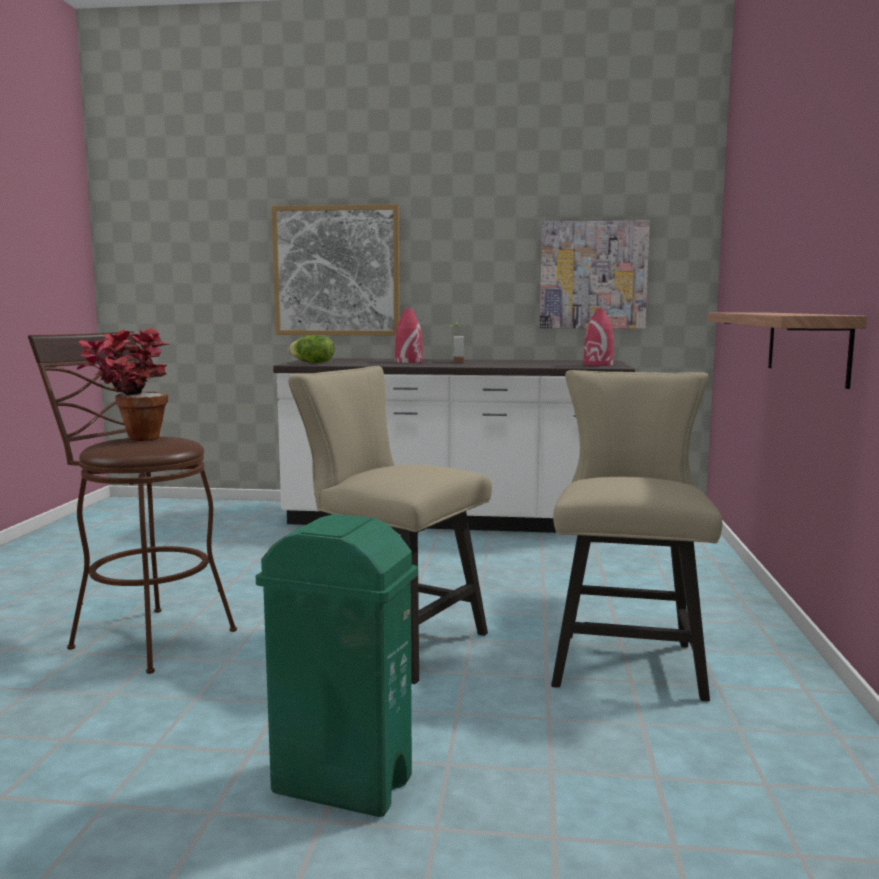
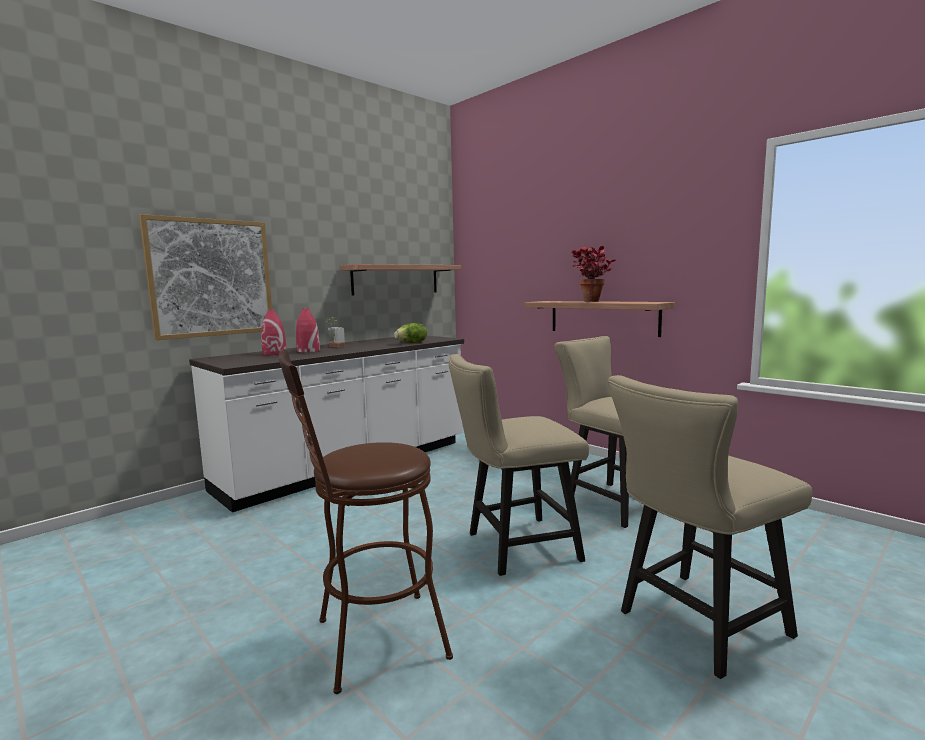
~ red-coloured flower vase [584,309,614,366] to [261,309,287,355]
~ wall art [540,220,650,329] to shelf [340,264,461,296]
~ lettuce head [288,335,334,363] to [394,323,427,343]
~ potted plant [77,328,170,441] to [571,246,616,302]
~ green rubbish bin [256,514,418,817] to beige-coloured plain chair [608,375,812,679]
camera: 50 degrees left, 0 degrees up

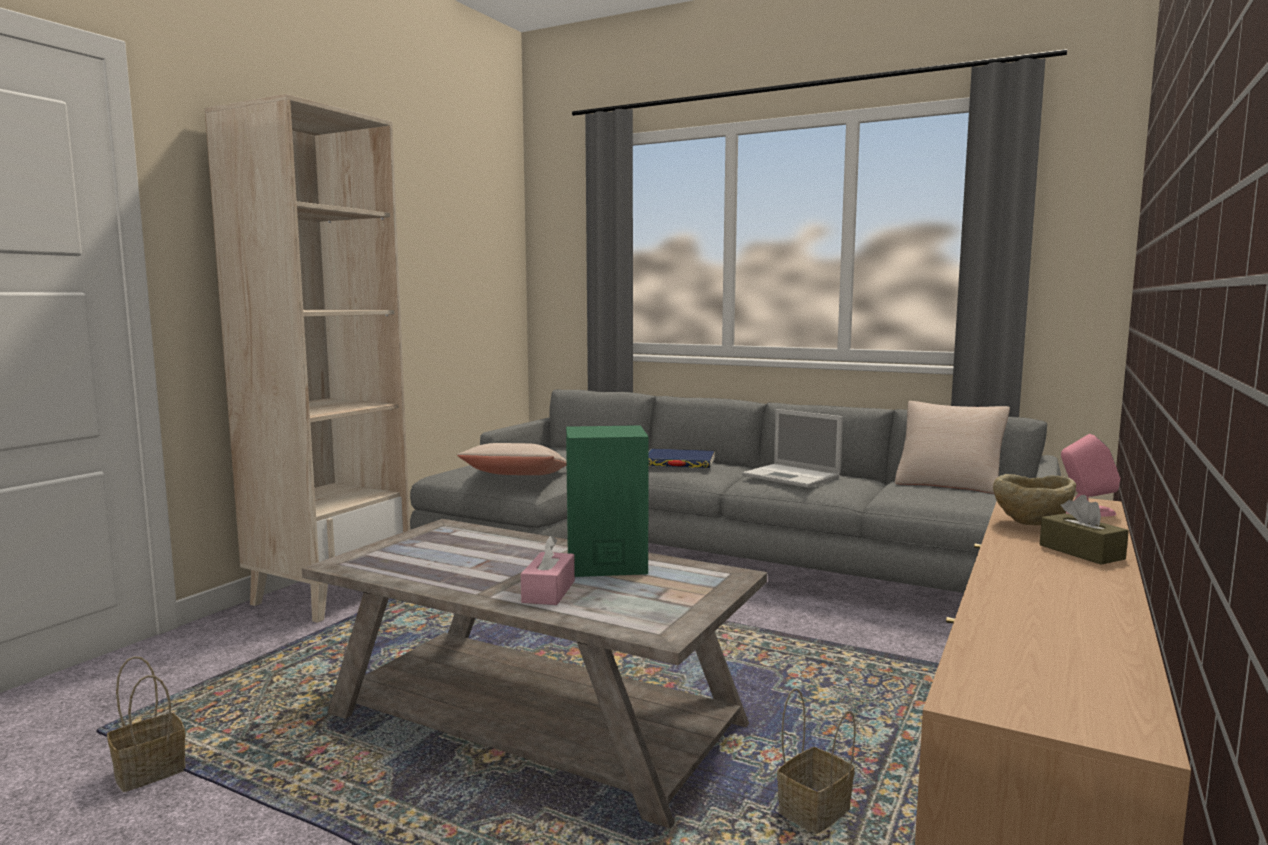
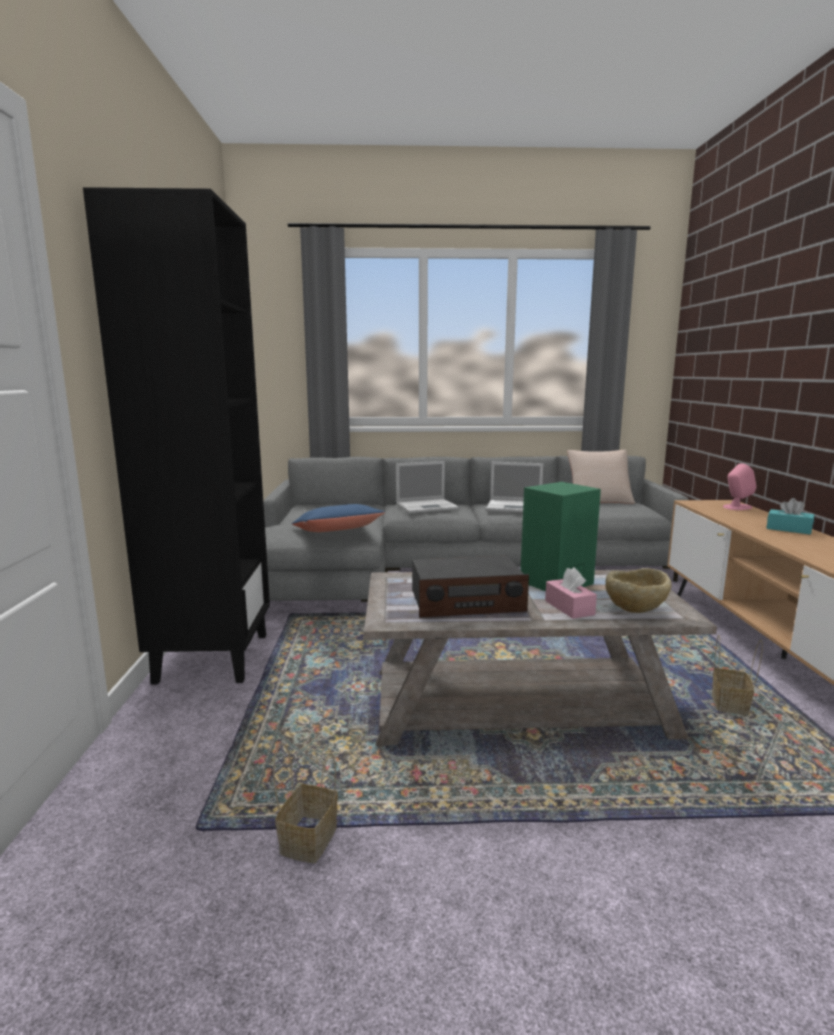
~ beige-coloured bookshelf [205,94,410,623] to black-coloured bookshelf [83,187,270,685]
~ beige-coloured cushion [457,443,567,475] to blue cushion [292,504,385,532]
~ blue volume [649,448,715,468] to laptop [396,461,459,513]
+ radio receiver [412,556,529,618]
~ beige-coloured deep dish [993,474,1076,525] to [605,568,671,613]
~ brown tissue holder [1040,495,1129,565] to turquoise-coloured tissue holder [766,498,814,535]
camera: 30 degrees left, 5 degrees up

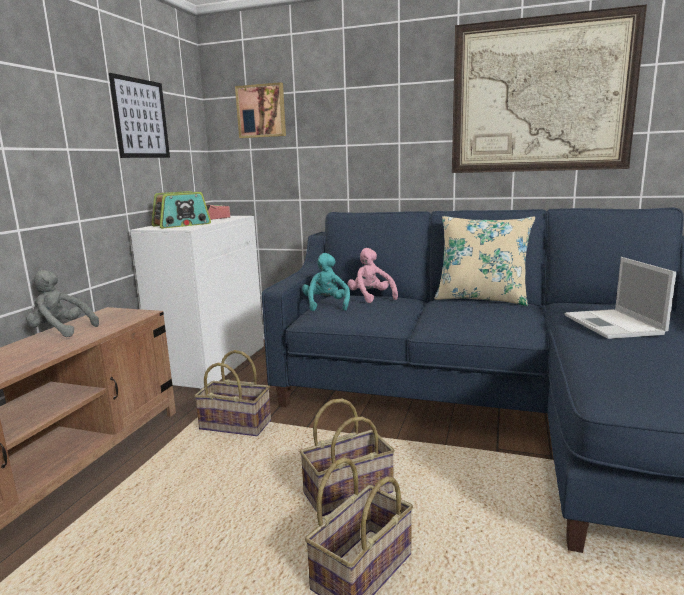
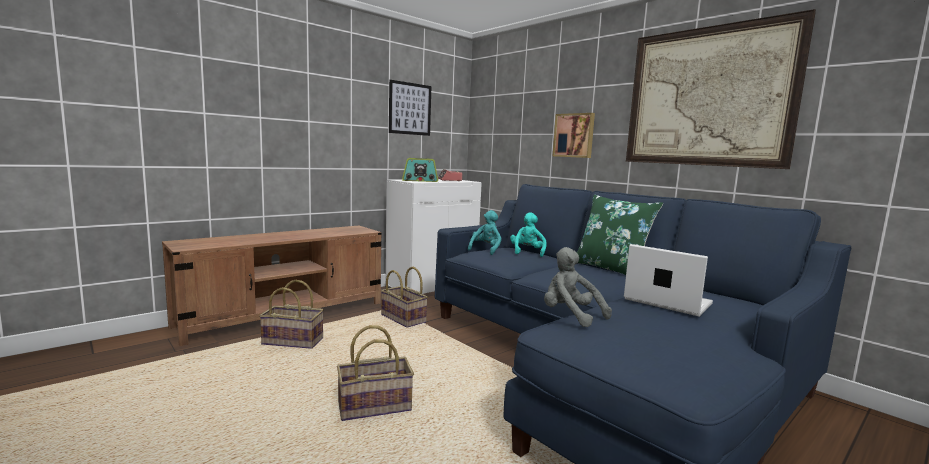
~ household basket [300,398,395,516] to [259,280,324,349]
~ pink plush toy [348,248,398,303] to turquoise-coloured plush toy [510,212,547,257]
~ grey plush toy [26,270,99,337] to [544,247,612,327]
~ wall art [235,82,286,138] to [553,113,595,158]
~ beige-coloured cushion [434,216,535,306] to green cushion [577,195,663,275]
~ laptop [565,257,676,339] = [624,244,713,317] 105 degrees clockwise
camera: 30 degrees right, 5 degrees down

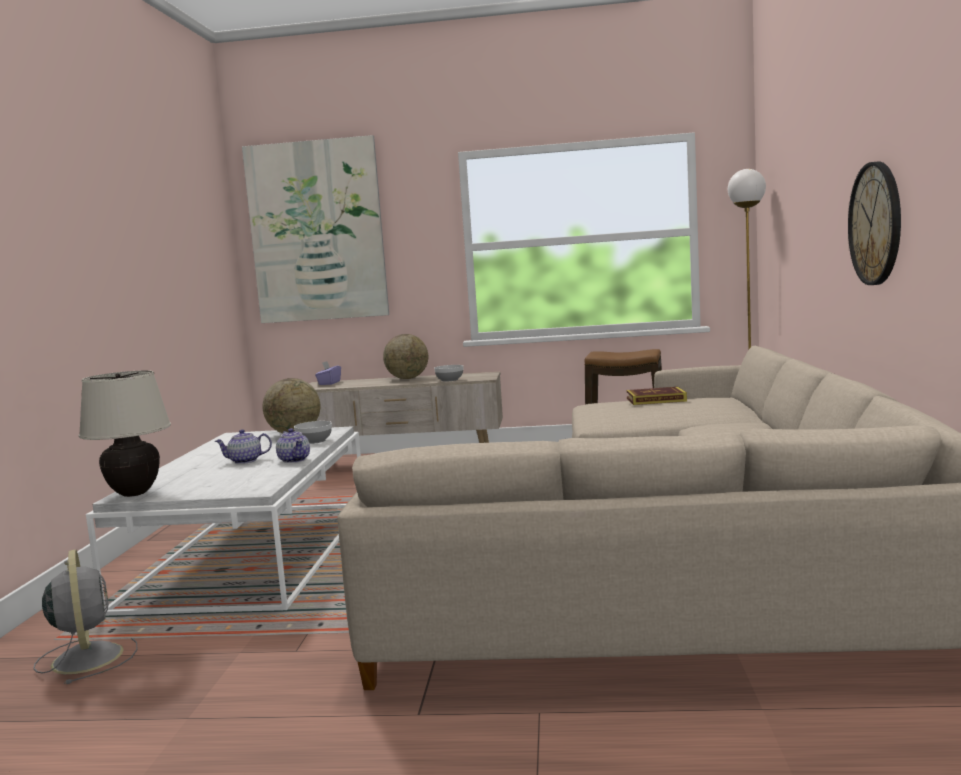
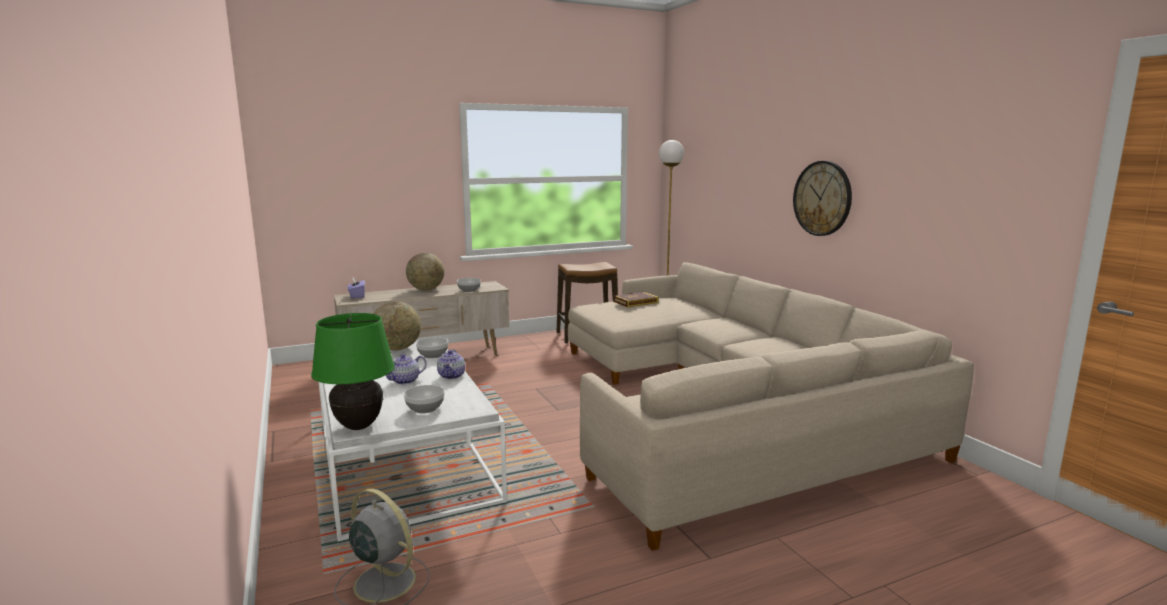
~ beige-coloured lamp for a table [79,370,171,497] to green lamp for a table [311,313,395,430]
+ deep dish [404,385,445,413]
~ pot for tea [276,428,310,463] = [437,349,465,379] 60 degrees clockwise
- wall art [242,135,389,323]
camera: 30 degrees left, 5 degrees up

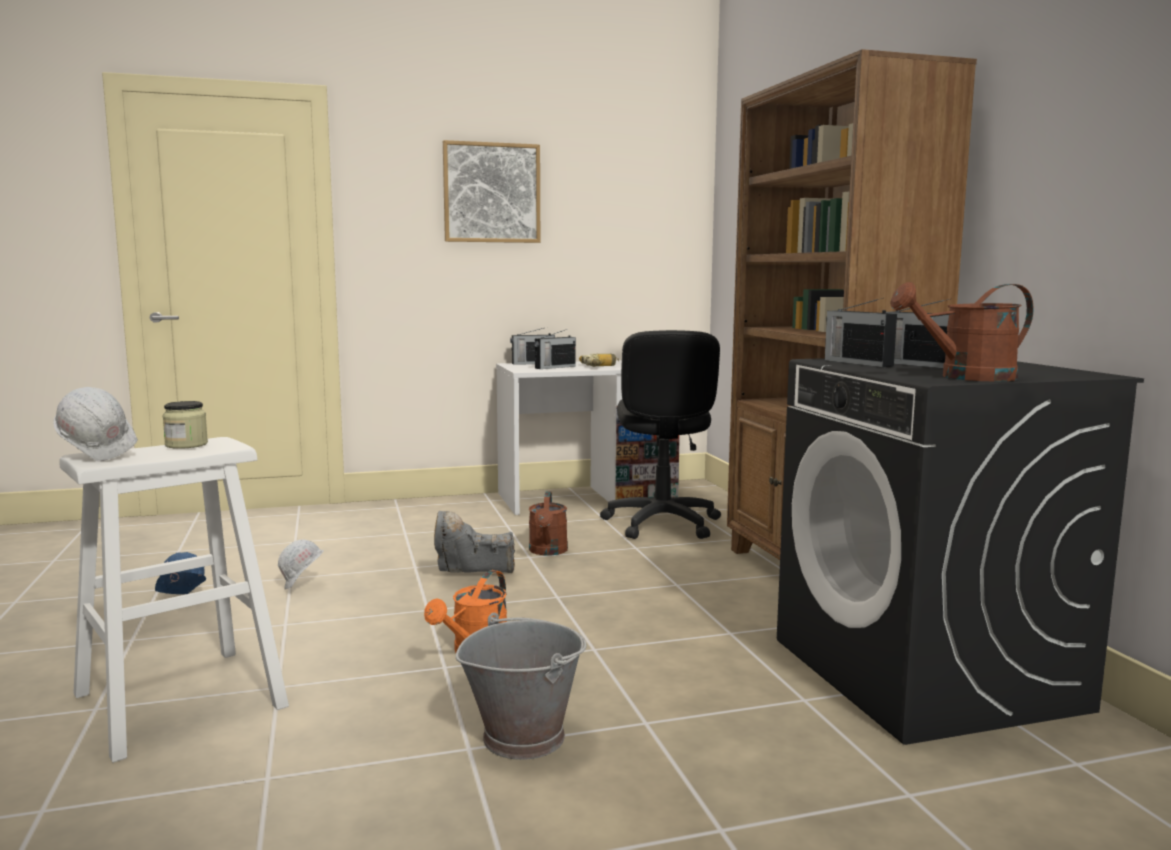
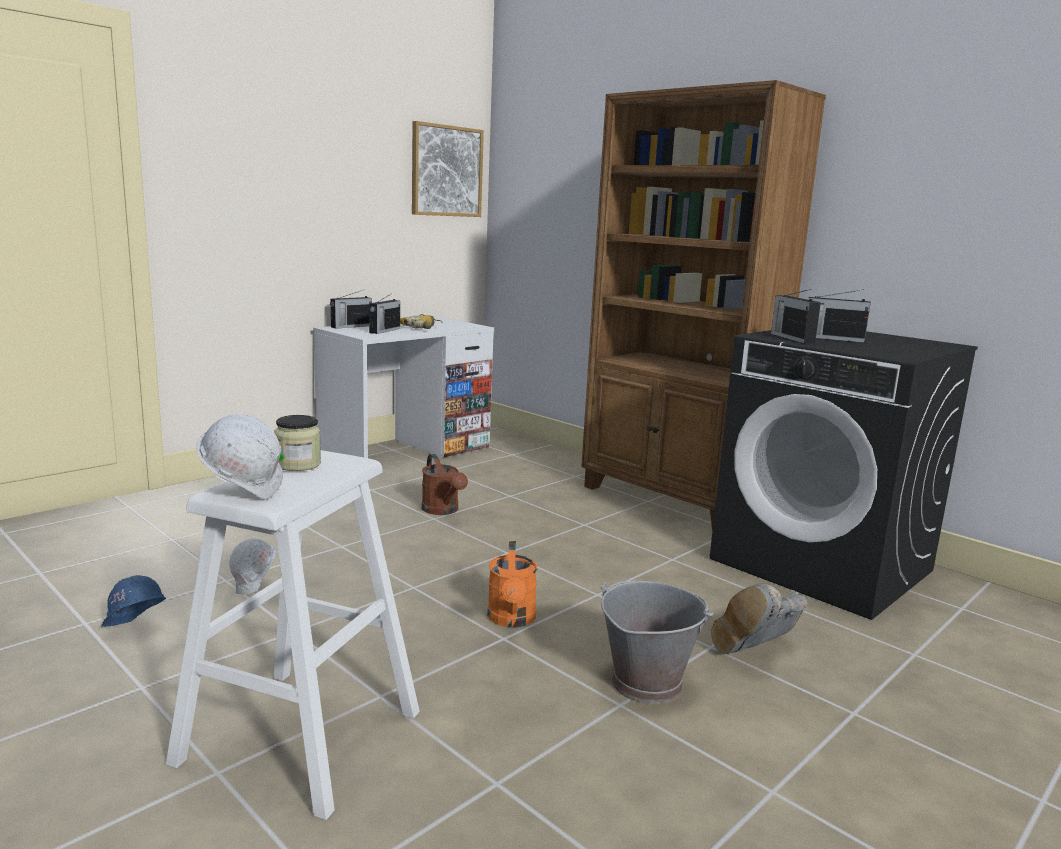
~ wall art [443,140,540,243] to [412,121,484,217]
~ grey tall boot [434,511,515,573] to [711,584,808,654]
~ radio receiver [825,298,897,367] = [771,289,821,343] 45 degrees clockwise
- black-coloured office chair [600,330,721,539]
- brown watering pot [890,282,1034,382]
camera: 30 degrees left, 5 degrees up

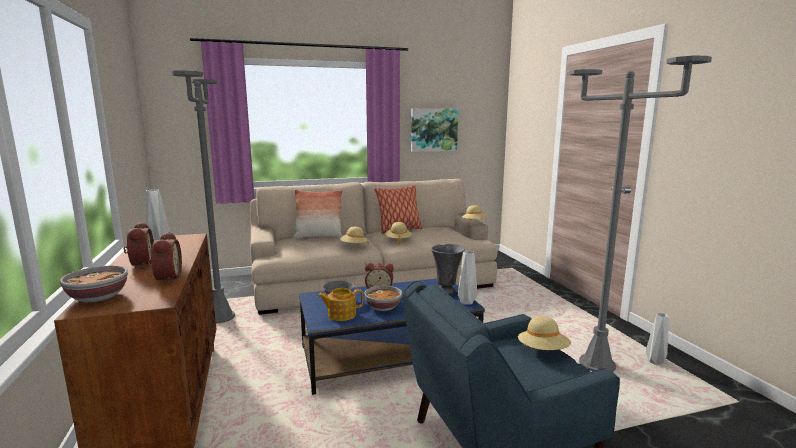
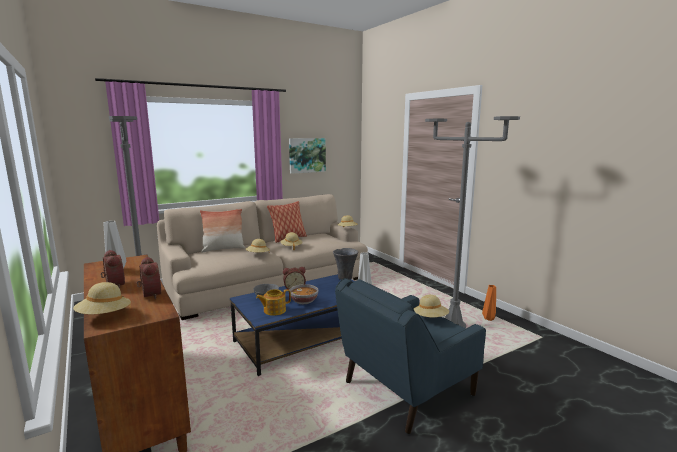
~ deep dish [60,266,128,303] to beige-coloured clothing hat [73,282,131,314]
~ grey flower vase [646,313,669,365] to orange-coloured flower vase [482,285,496,321]
camera: 15 degrees left, 0 degrees up

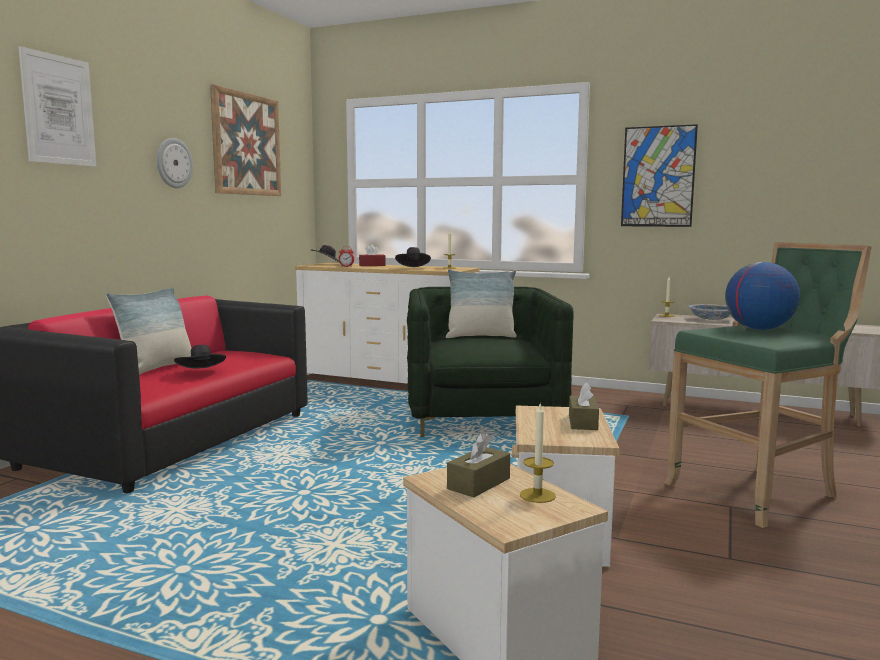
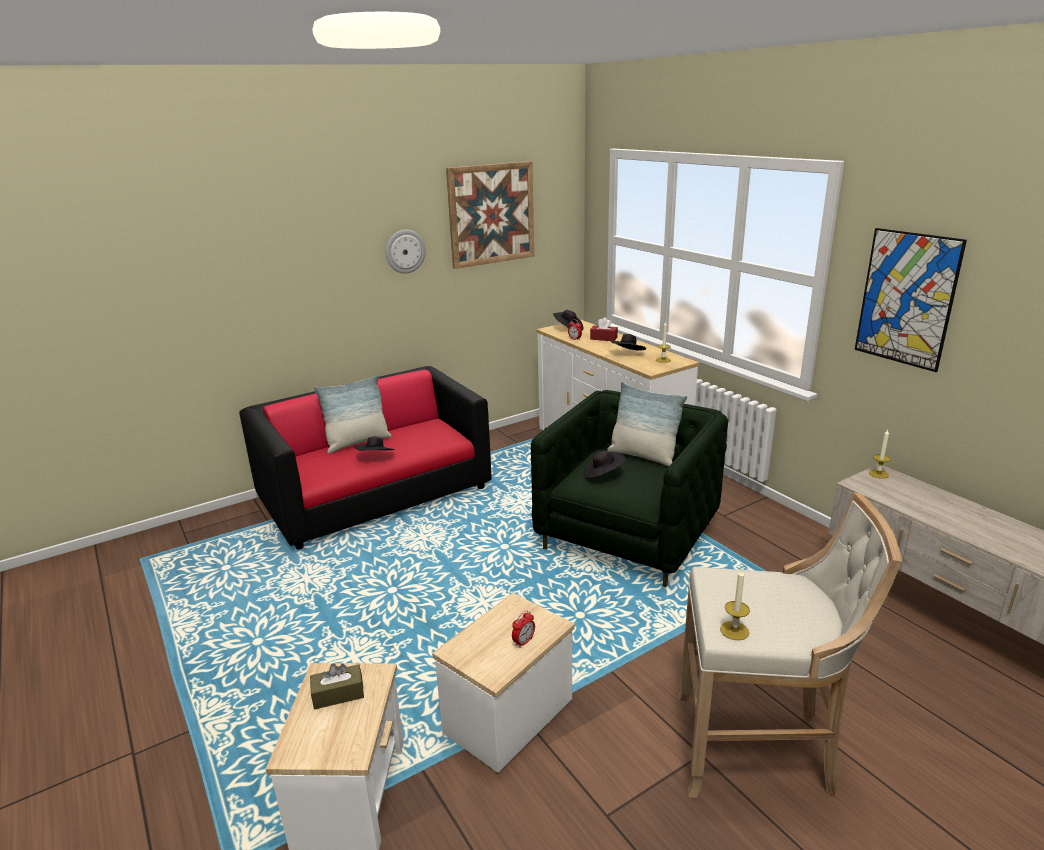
~ brown tissue holder [569,382,599,430] to table clock [512,610,535,648]
+ black-coloured clothing hat [584,451,626,479]
~ green stool [664,242,872,528] to beige-coloured stool [679,492,902,798]
~ wax candle [520,402,556,503] to [720,569,750,640]
- wall art [18,46,96,167]
- deep dish [688,304,731,320]
- desk globe [725,262,800,330]
camera: 35 degrees right, 15 degrees up

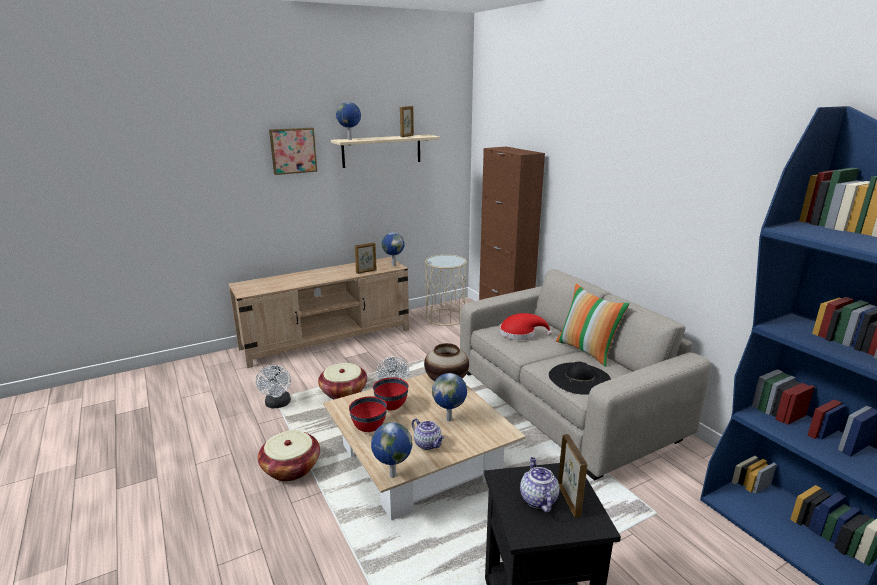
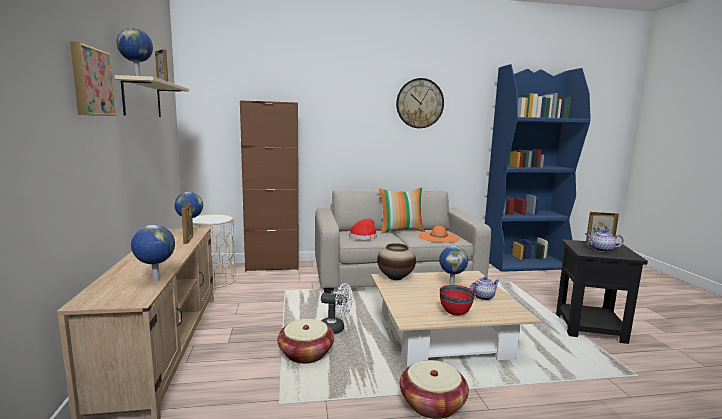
~ desk globe [371,422,412,478] to [131,225,175,282]
+ wall clock [396,78,444,128]
~ black-coloured clothing hat [549,362,611,395] to orange-coloured clothing hat [418,226,460,243]
- white fan [256,365,291,408]
- red-coloured deep dish [373,378,409,411]
camera: 70 degrees left, 10 degrees down

